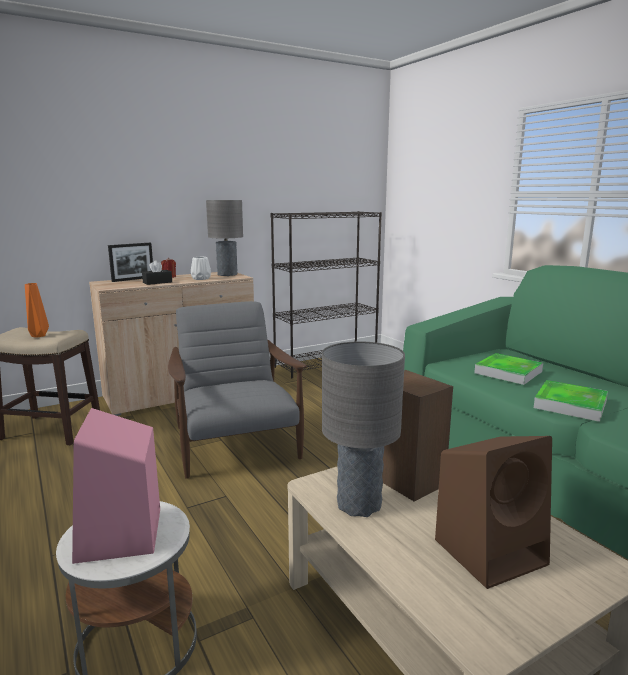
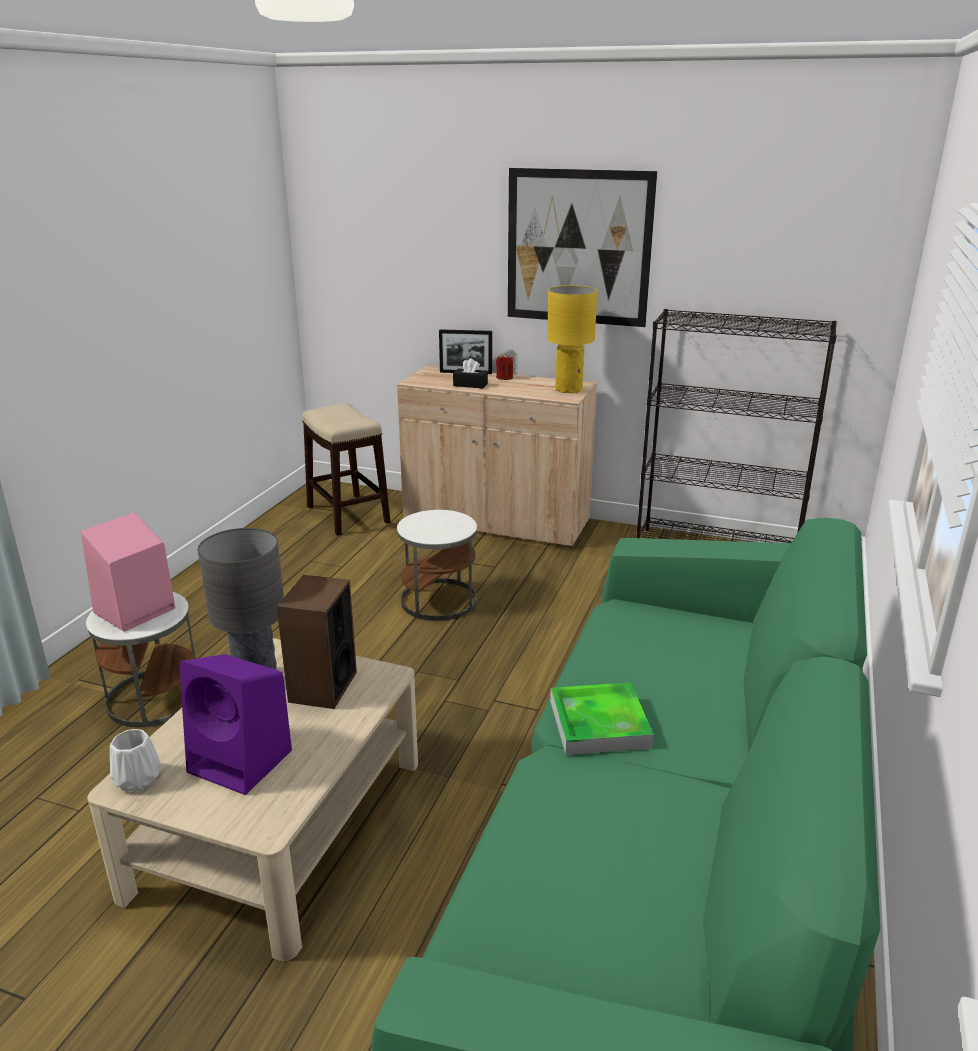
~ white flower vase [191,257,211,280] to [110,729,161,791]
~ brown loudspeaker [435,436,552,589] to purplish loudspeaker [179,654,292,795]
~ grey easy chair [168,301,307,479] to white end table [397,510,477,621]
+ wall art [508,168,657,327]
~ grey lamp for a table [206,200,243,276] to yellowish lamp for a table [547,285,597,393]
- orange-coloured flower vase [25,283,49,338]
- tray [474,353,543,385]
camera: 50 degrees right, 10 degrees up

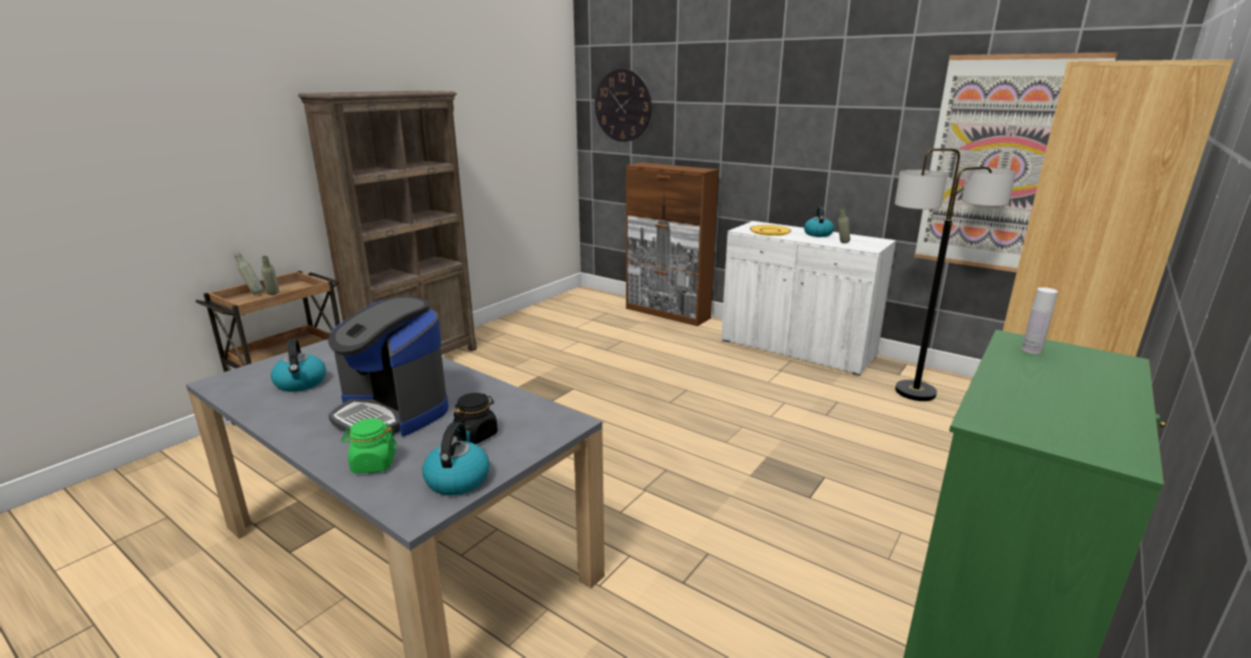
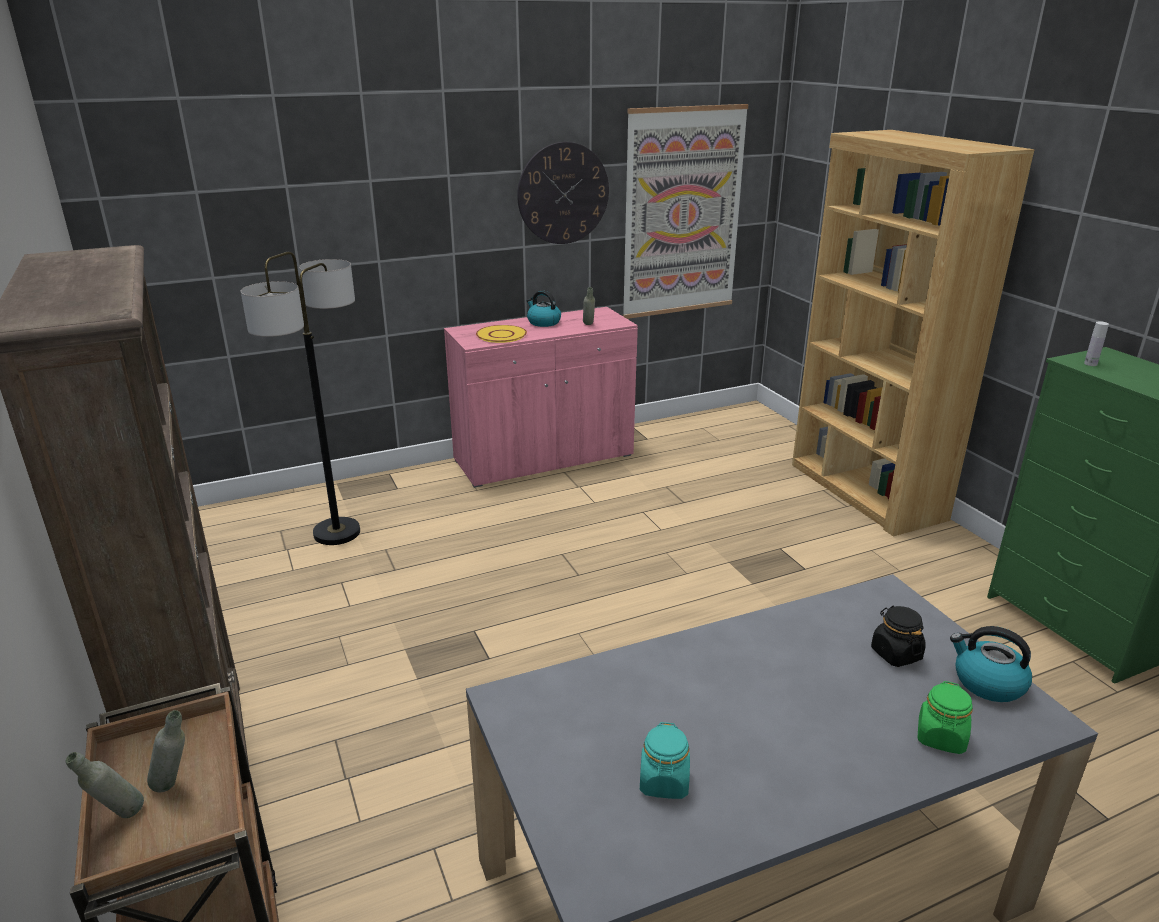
~ standing lamp [895,148,1016,401] to [241,252,360,545]
~ white cupboard [721,221,896,376] to pink cupboard [444,307,638,488]
~ wall clock [595,69,652,142] to [517,142,609,244]
~ tea kettle [271,338,326,392] to turquoise-coloured preserve jar [640,722,690,799]
- coffee brewer [328,296,448,436]
- brown cupboard [626,162,719,326]
camera: 60 degrees left, 5 degrees up

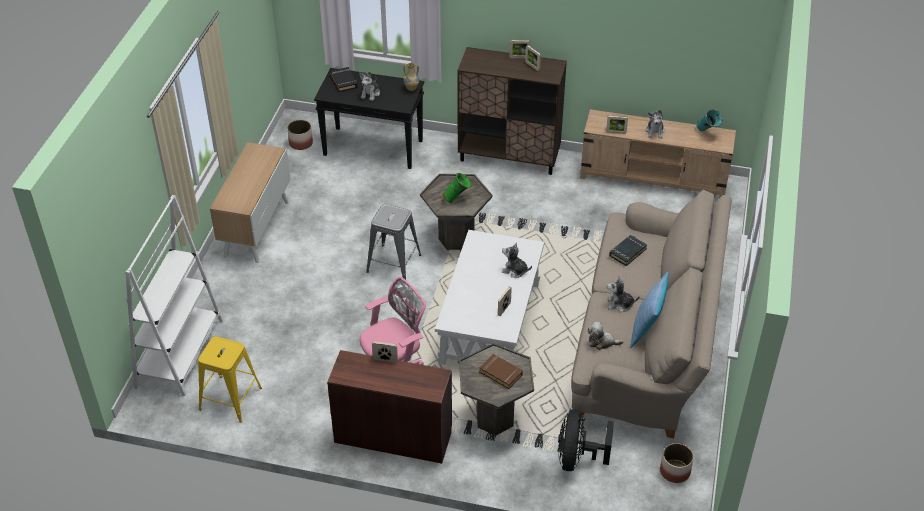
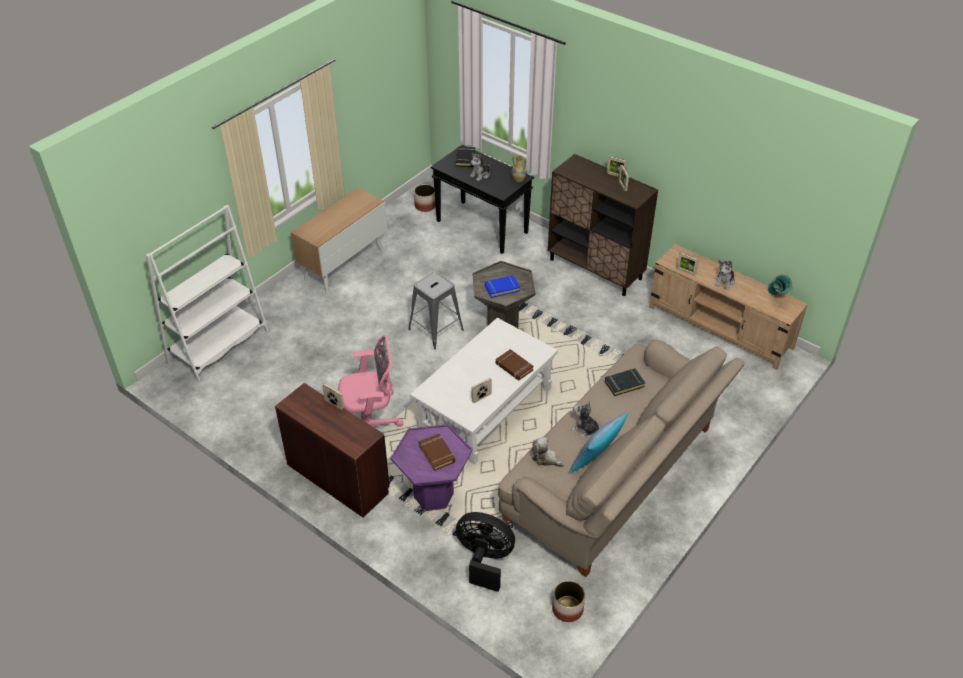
~ grey end table [459,343,534,435] to purplish end table [390,424,472,511]
~ black-coloured fan [558,410,614,471] = [456,512,515,592] 75 degrees clockwise
~ green flower vase [442,173,472,203] to blue volume [485,275,520,298]
~ plush toy [502,242,532,278] to brown volume [496,349,534,381]
- yellowish stool [198,336,262,423]
camera: 25 degrees right, 0 degrees up

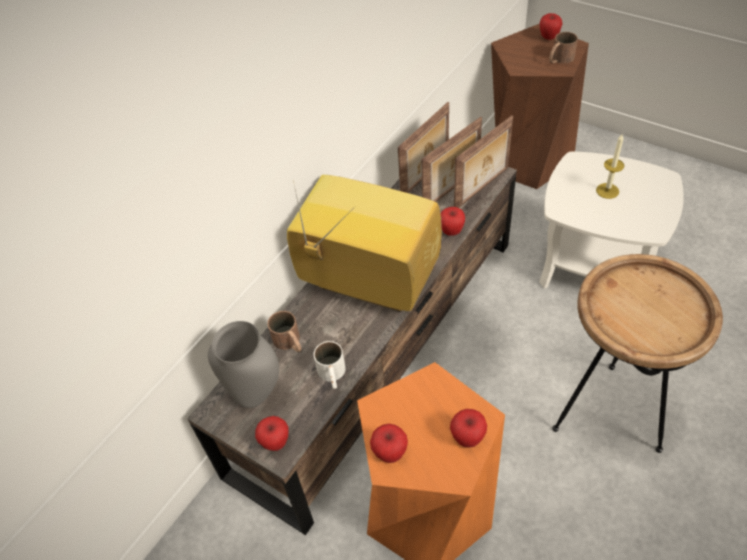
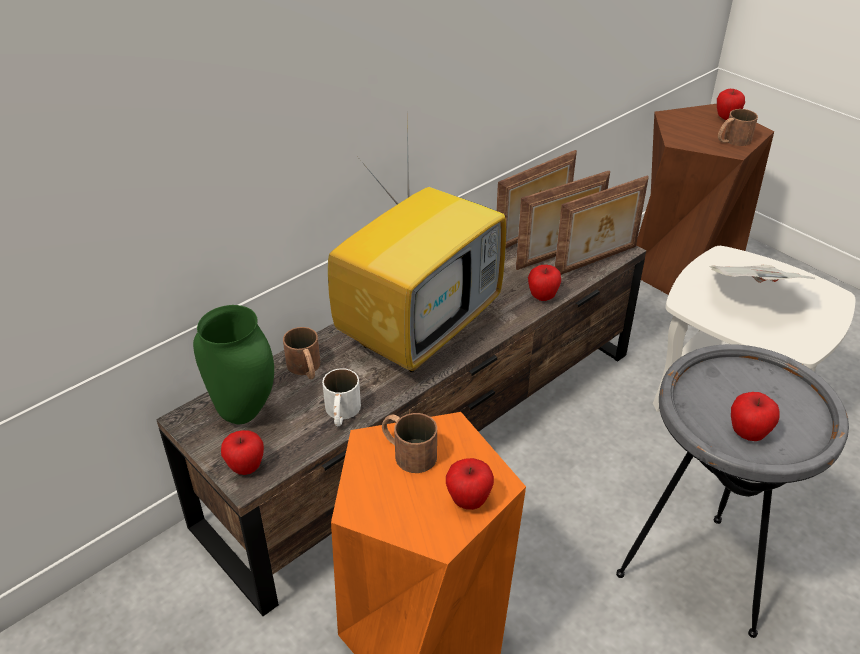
~ grey flower vase [208,321,279,408] to green flower vase [193,305,274,424]
~ TV set [287,175,442,312] = [328,124,506,372] 90 degrees clockwise
+ brown mug [382,413,437,473]
~ brown end table [552,254,723,453] to grey end table [616,344,849,638]
~ wax candle [596,134,624,199] to printed paper [710,265,816,283]
~ apple fruit [370,424,408,463] to [731,392,780,441]
camera: 10 degrees right, 10 degrees down

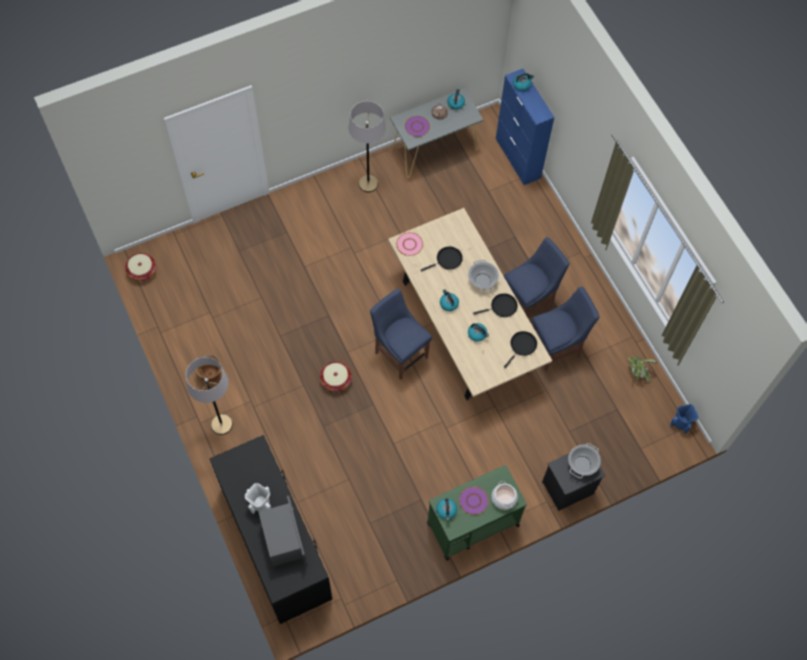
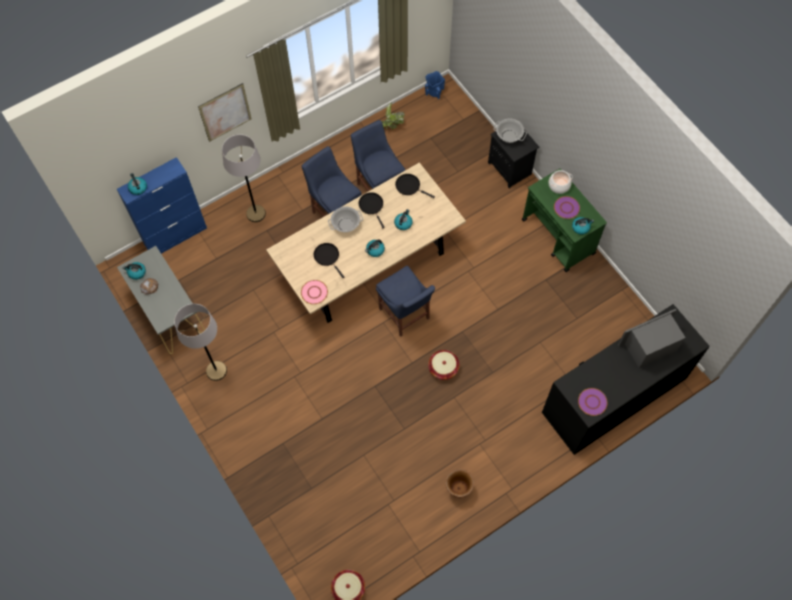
+ wall art [198,83,252,142]
~ grey standing lamp [186,357,233,435] to [222,134,266,222]
~ blue plain chair [370,289,432,380] = [376,266,435,337] 75 degrees counterclockwise
~ purplish dinner plate [405,116,430,137] to [578,388,608,416]
- white flower vase [245,483,271,514]
camera: 95 degrees left, 0 degrees up

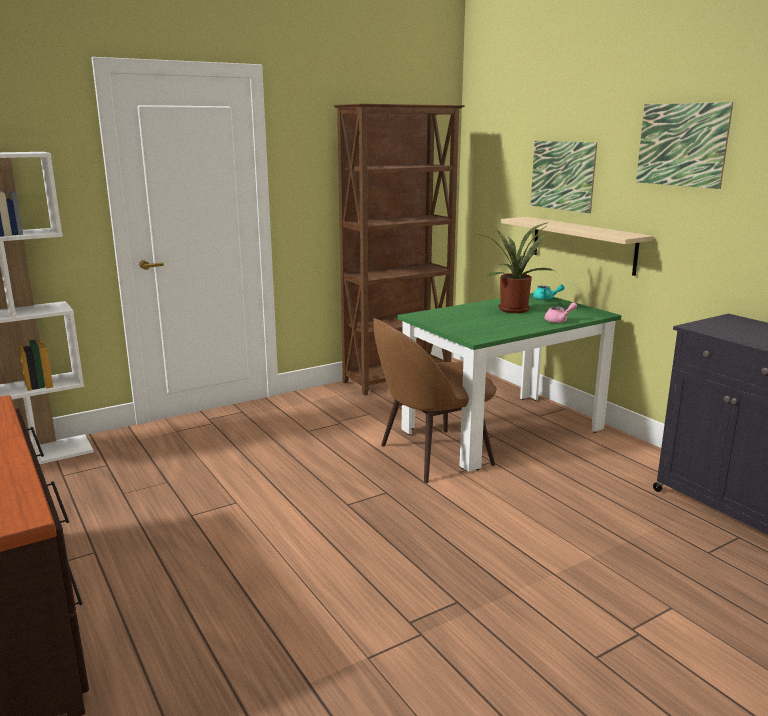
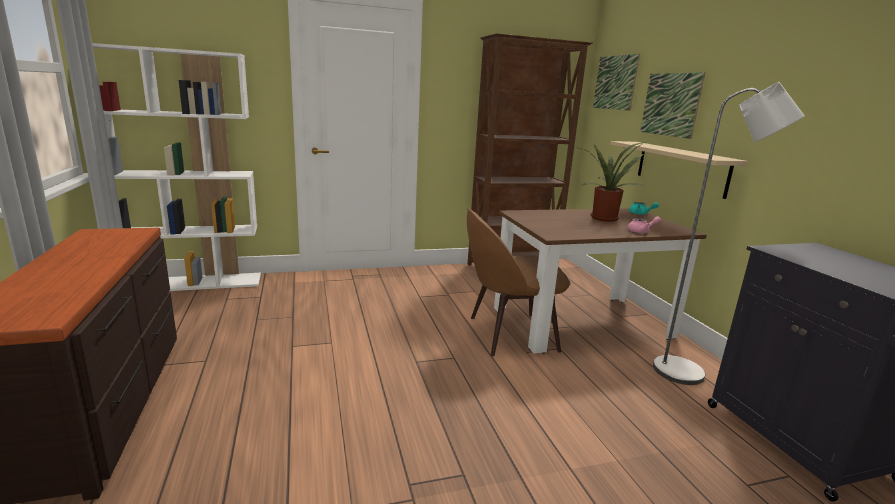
~ green dinner table [398,293,621,472] to brown dinner table [494,208,707,354]
~ wall art [636,102,733,189] to [593,54,640,111]
+ grey standing lamp [653,82,805,385]
camera: 15 degrees right, 0 degrees up

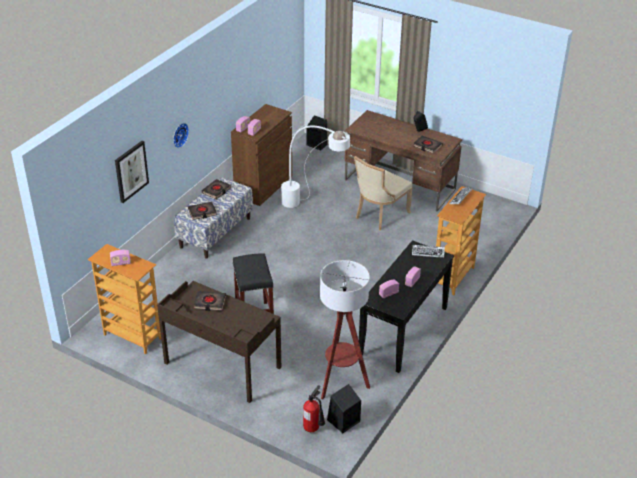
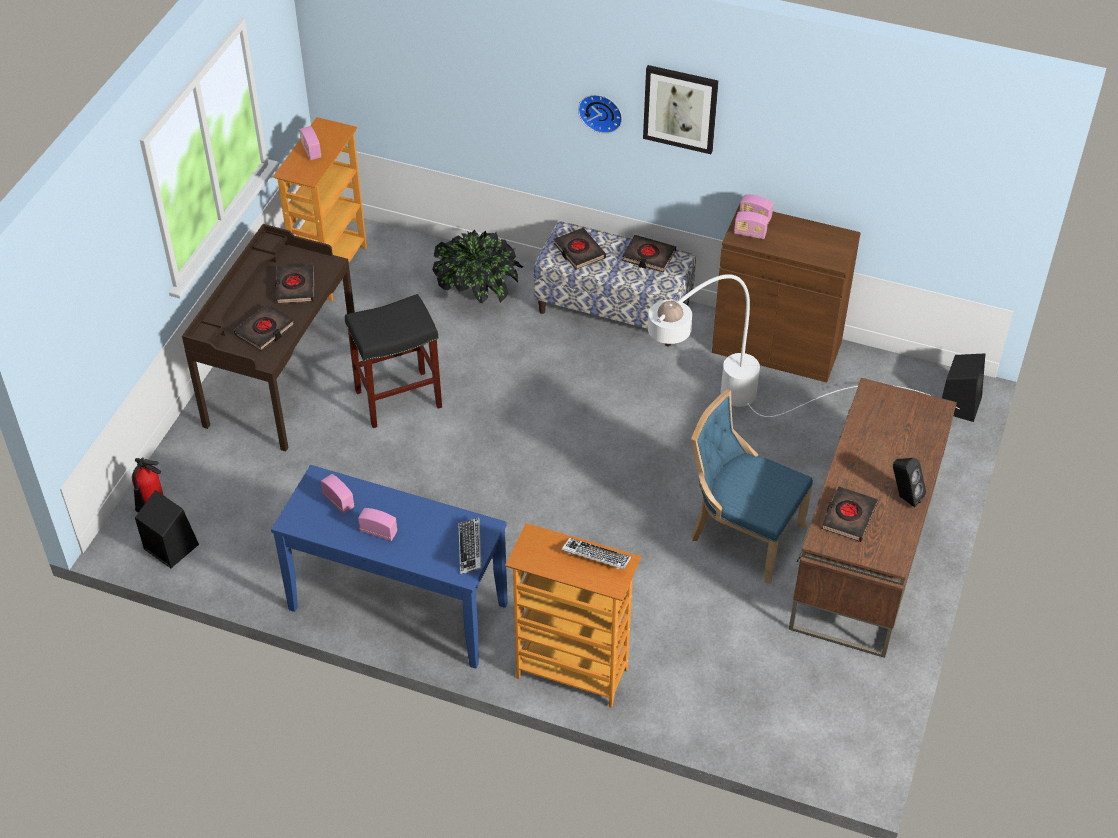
+ black-coloured volume [234,304,295,351]
~ black-coloured narrow table [359,240,454,373] to blue narrow table [271,465,508,669]
+ potted plant [432,230,523,303]
~ wall art [115,141,149,203] to [643,65,719,154]
~ beige-coloured plain chair [354,156,413,230] to blue plain chair [691,389,813,584]
- standing lamp [320,260,370,400]
camera: 80 degrees right, 10 degrees up

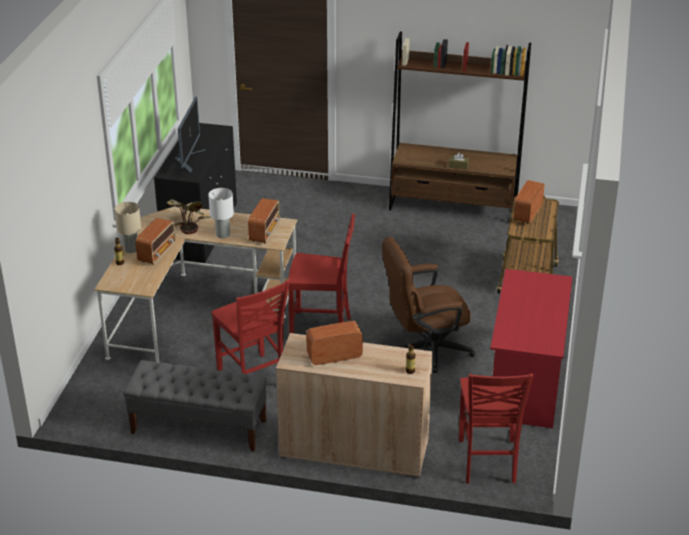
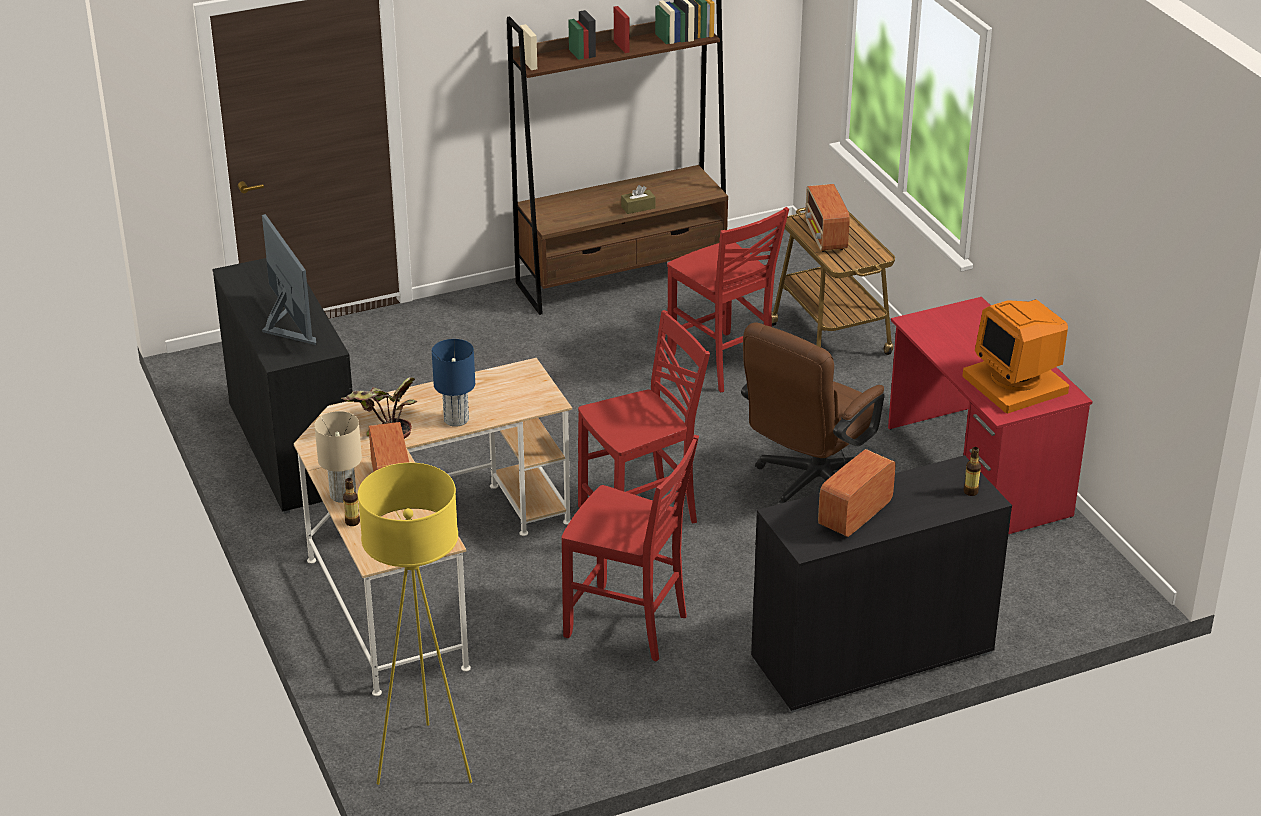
+ yellowish standing lamp [358,463,472,785]
~ white lamp for a table [208,188,234,238] to blue lamp for a table [432,339,475,427]
~ red-coloured plain chair [459,374,534,484] to [667,207,789,392]
~ beige-coloured cupboard [276,333,433,478] to black-coloured cupboard [751,455,1012,713]
+ computer screen [962,299,1069,413]
- grey indoor bench [123,360,267,452]
- radio receiver [248,198,280,244]
camera: 35 degrees left, 0 degrees up

